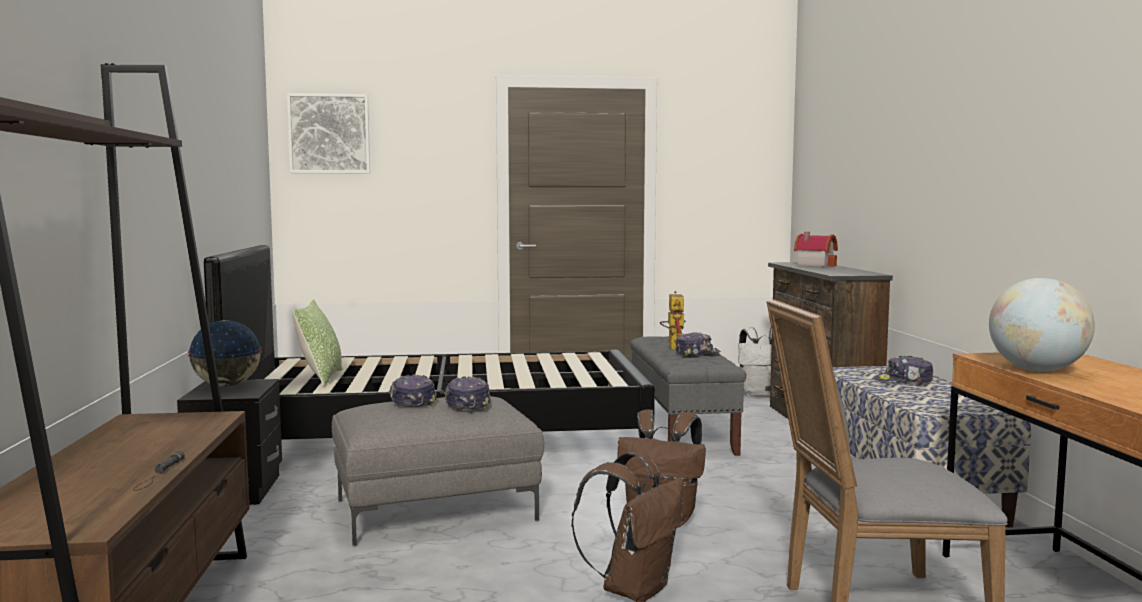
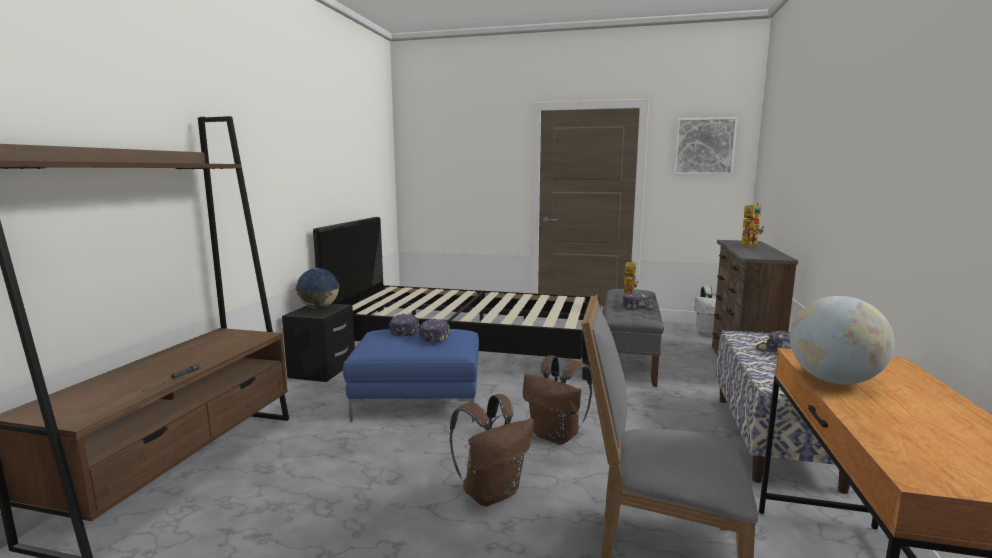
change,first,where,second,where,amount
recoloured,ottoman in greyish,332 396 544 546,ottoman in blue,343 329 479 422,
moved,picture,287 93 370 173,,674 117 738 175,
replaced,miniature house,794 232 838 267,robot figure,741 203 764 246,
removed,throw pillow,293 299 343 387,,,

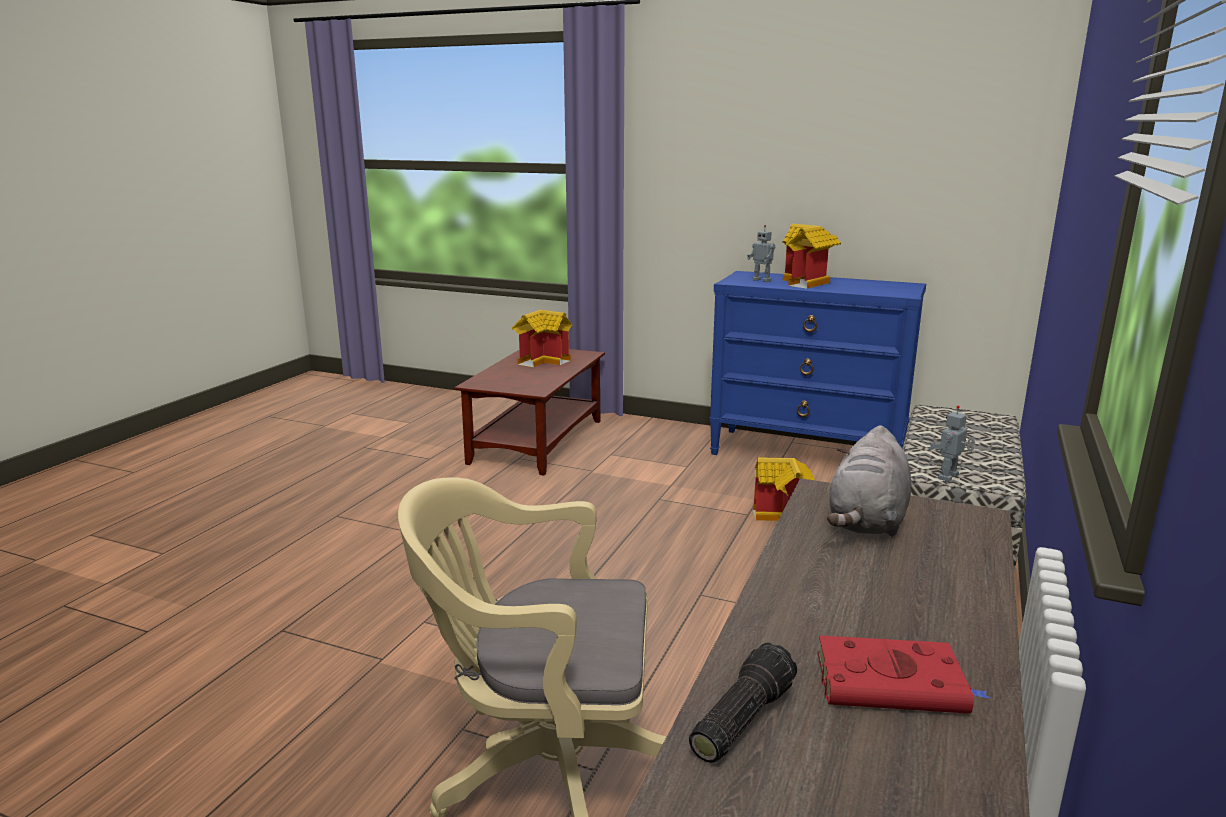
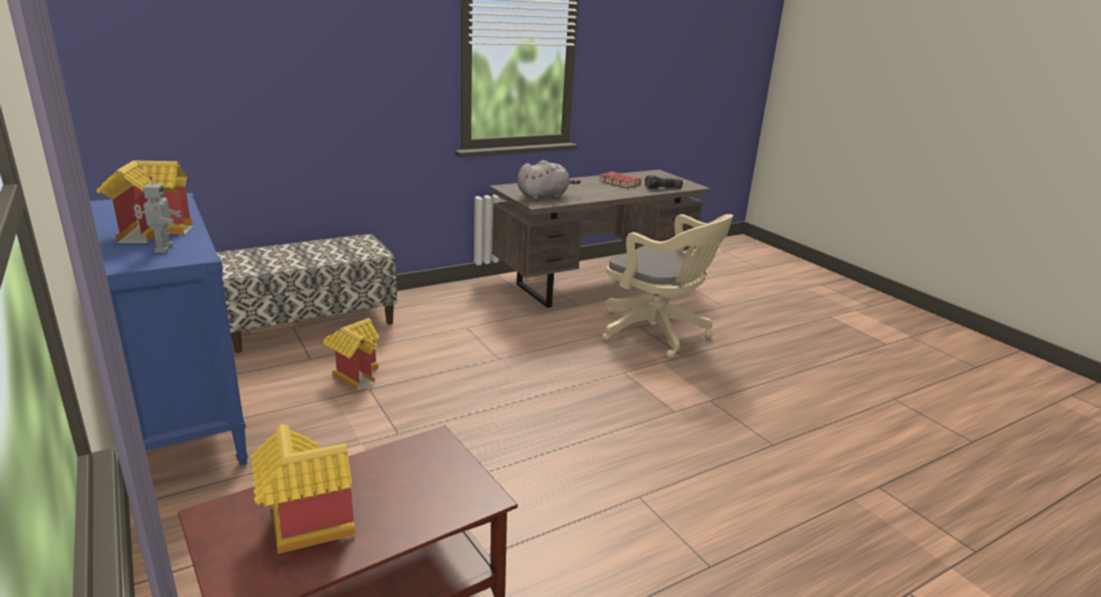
change,first,where,second,where,amount
removed,robot figure,929 406 975 482,,,

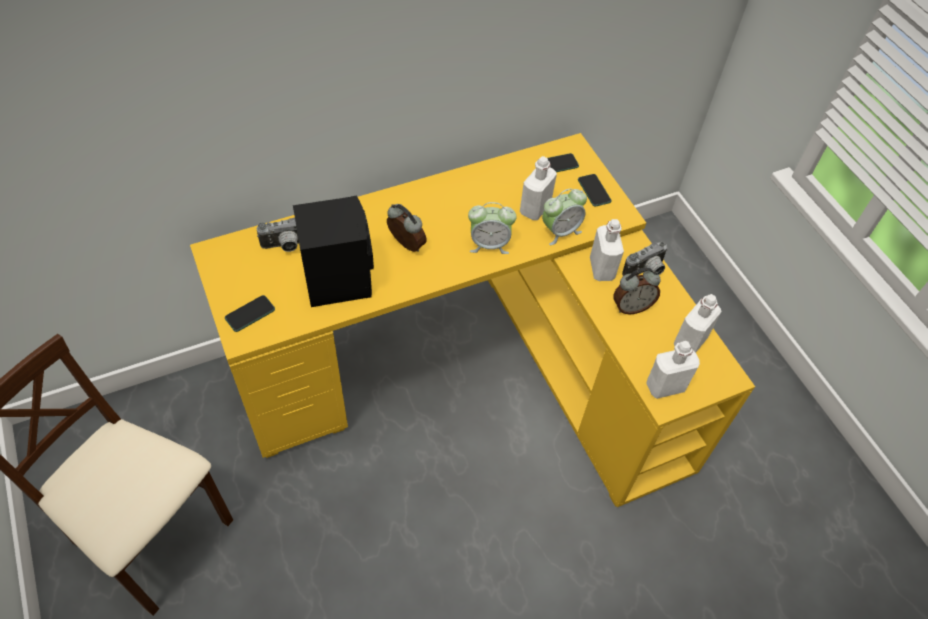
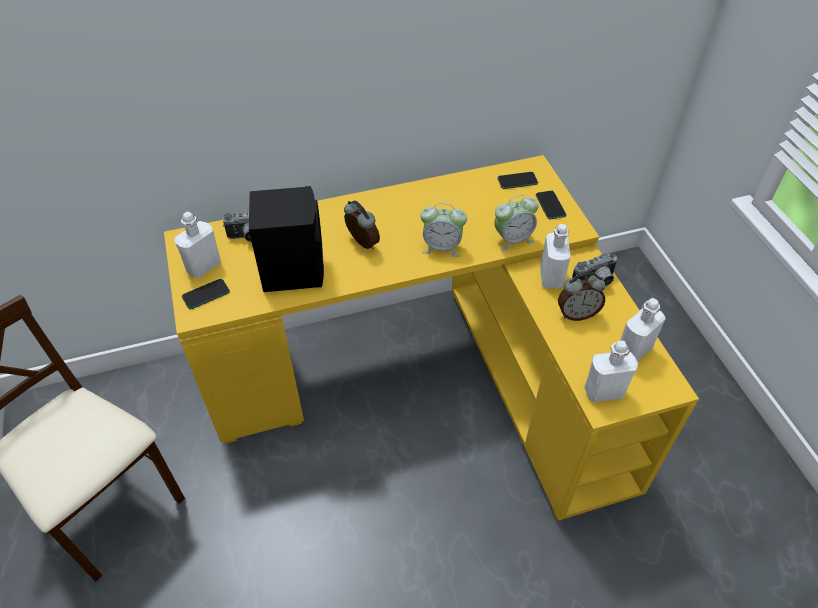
change,first,where,second,where,amount
moved,bottle in whitish,520 156 557 220,,174 211 221 278,

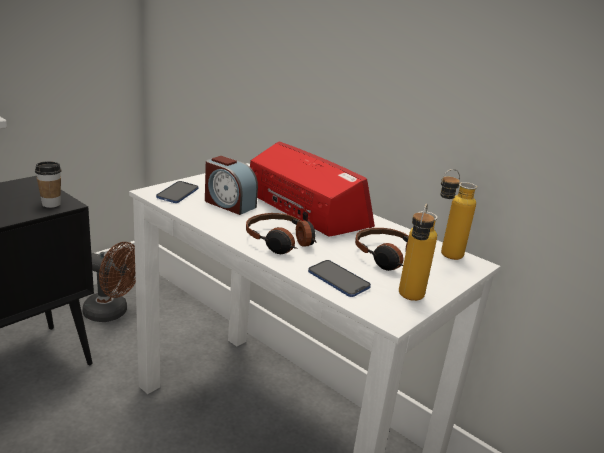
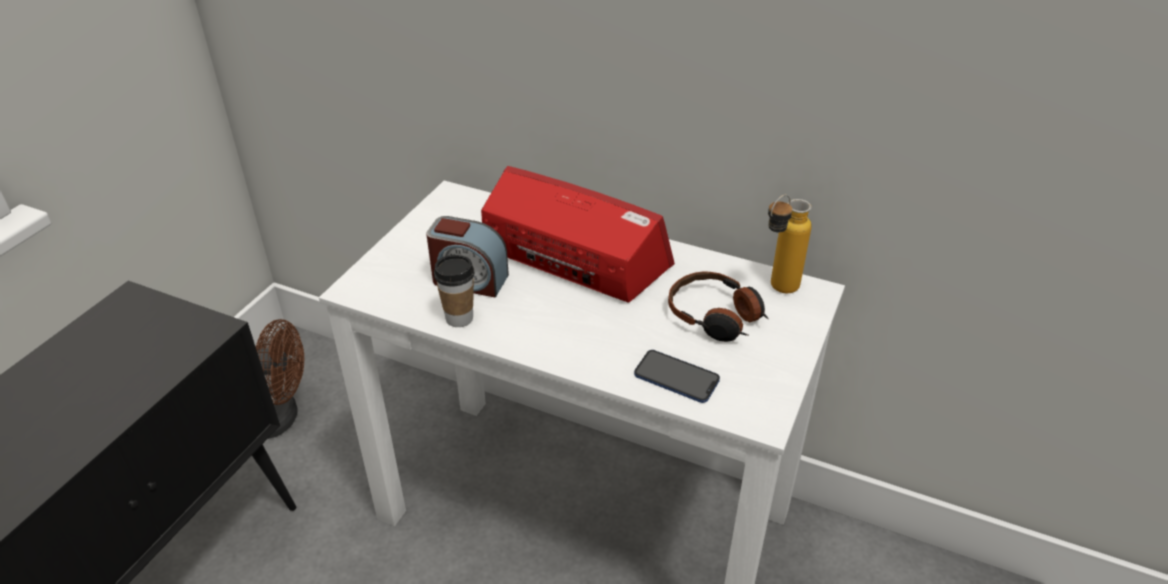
change,first,where,second,where,amount
moved,drinking cup,35 161 62 208,,434 255 475 327,
removed,phone,156 181 199 203,,,
removed,headset,246 213 317 254,,,
removed,bottle,399 204 438 301,,,

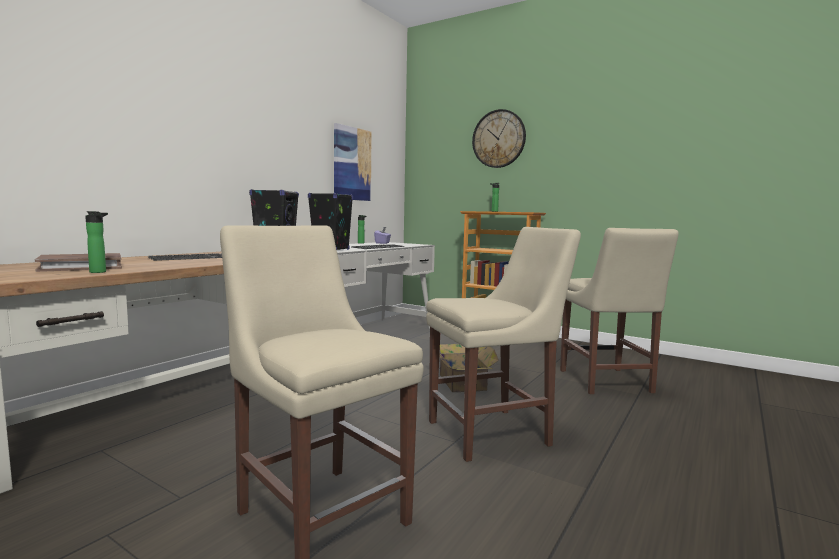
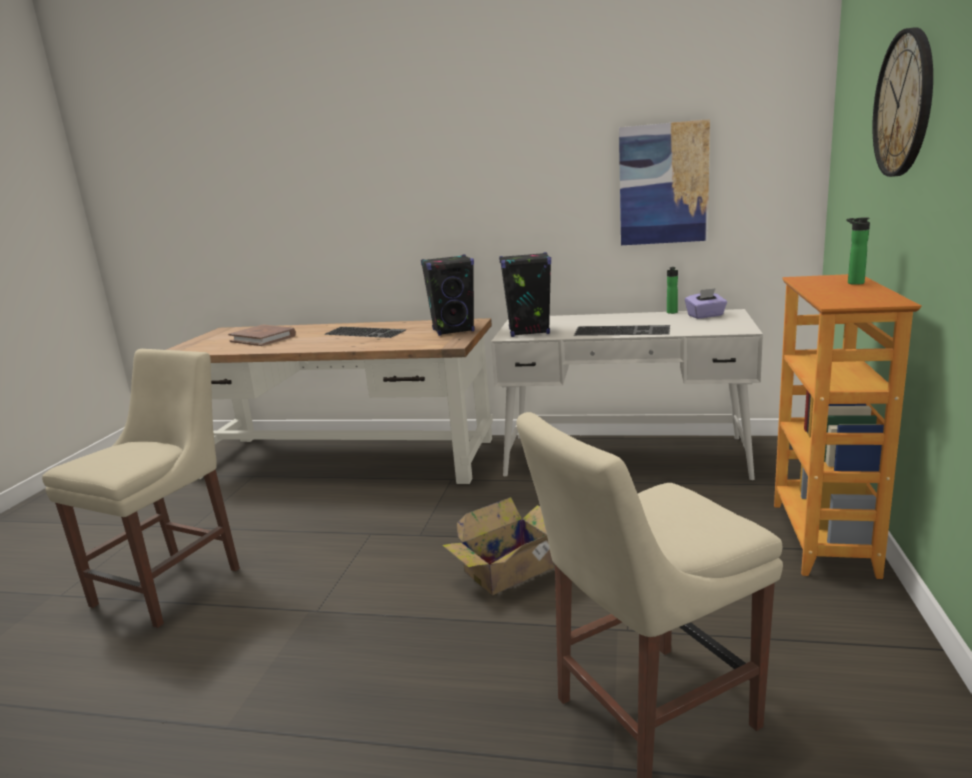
change,first,where,second,where,amount
removed,bottle,85 211 108 273,,,
removed,upright chair in beige-coloured,426 227 581 462,,,

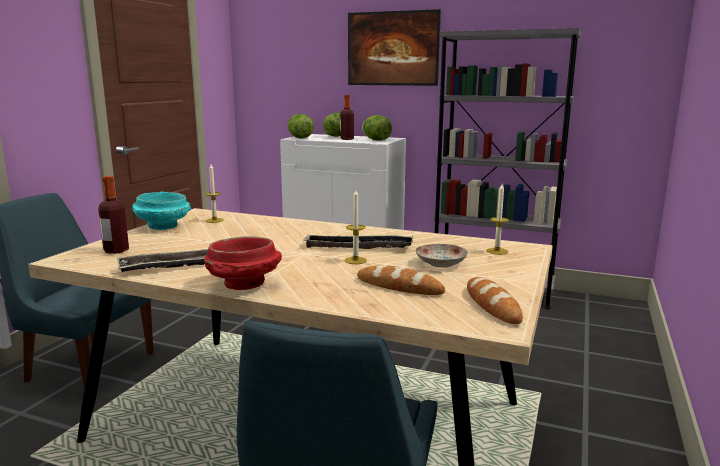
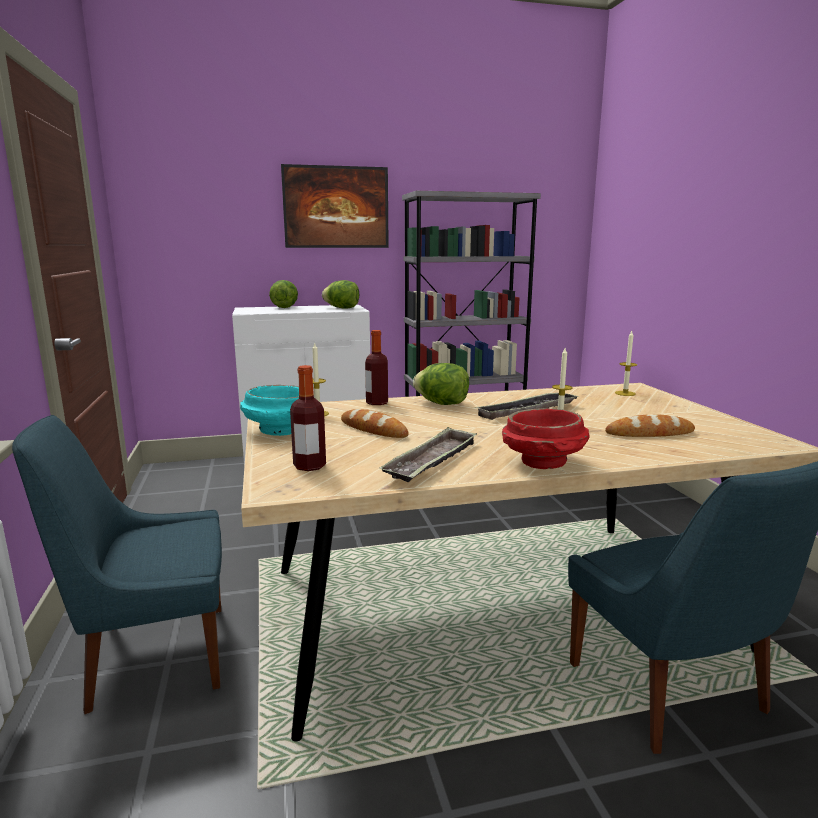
change,first,where,second,where,amount
moved,bakery bread,467 277 523 324,,341 409 409 438,
moved,bottle,340 95 354 140,,365 330 388 405,
moved,lettuce head,288 114 314 139,,413 363 469 405,
removed,plate,416 244 468 268,,,

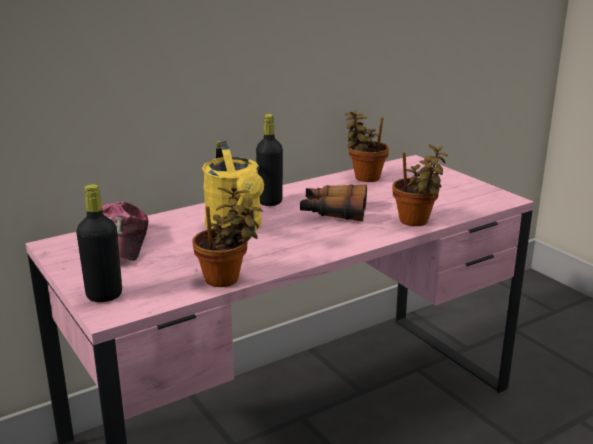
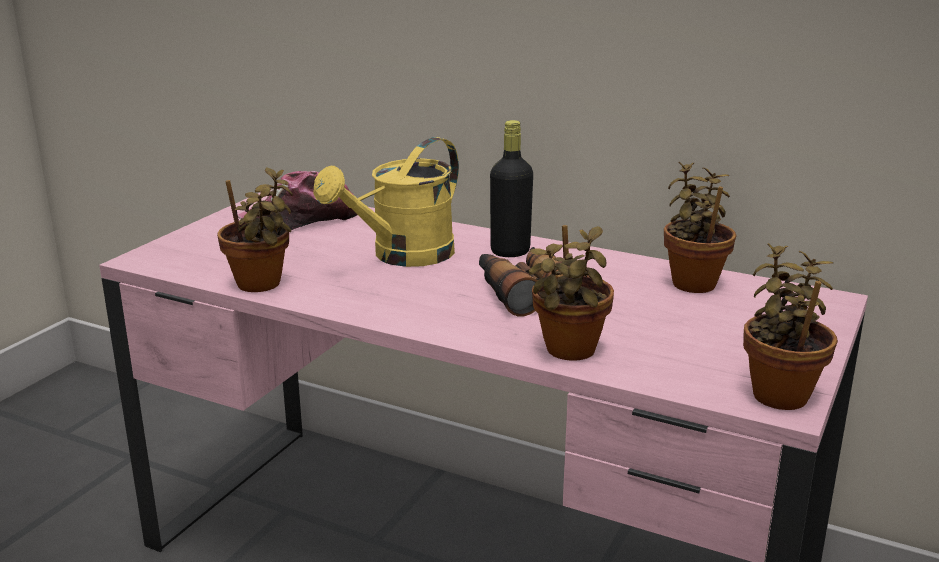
change,first,where,second,where,amount
added,,,houseplant,743 243 838 410,
removed,bottle in black-coloured,76 184 122 302,,,

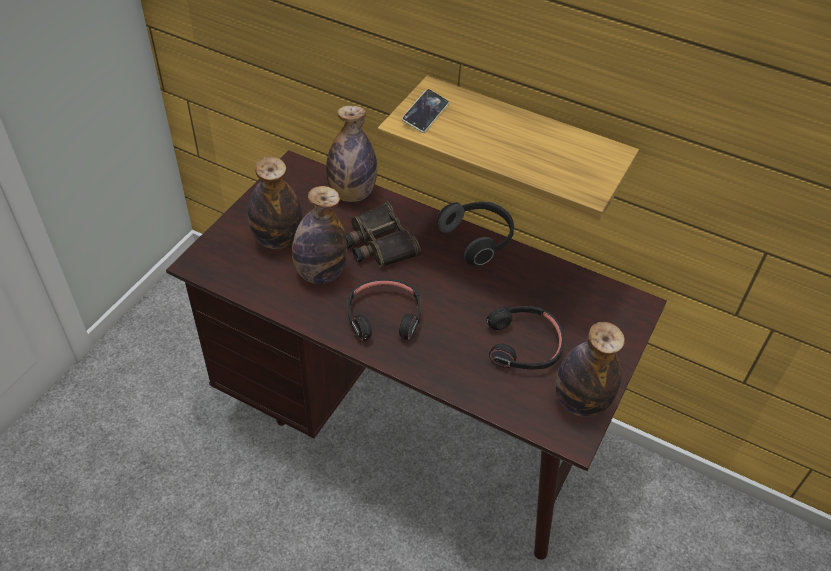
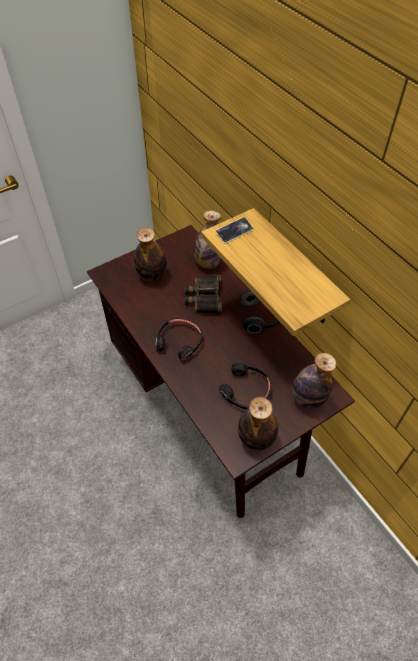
change,first,where,second,where,amount
moved,bottle,292 186 347 284,,292 353 336 409,

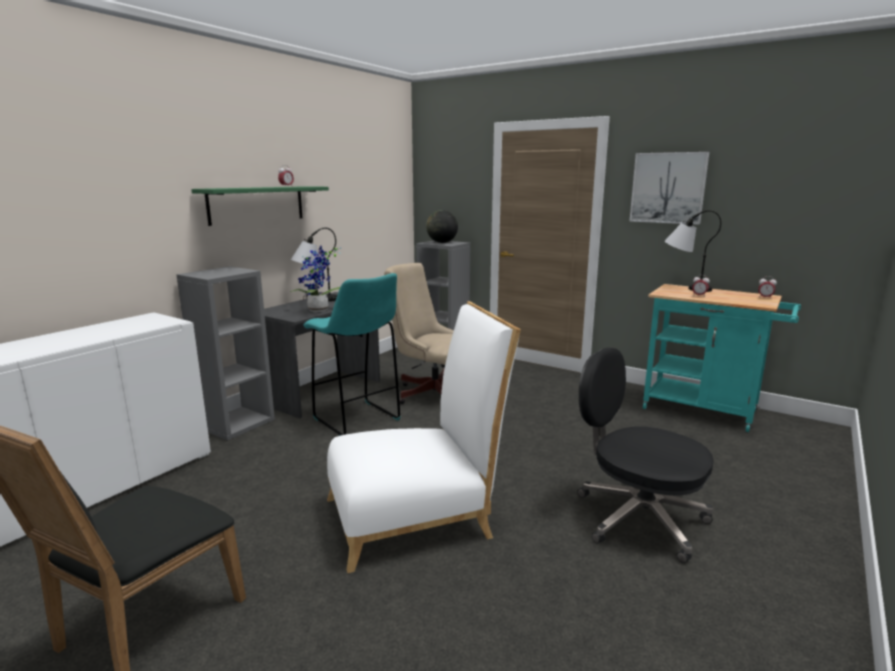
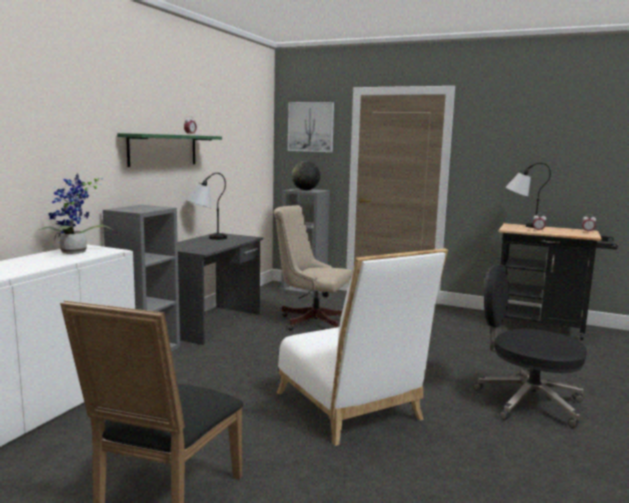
change,first,where,second,where,amount
moved,houseplant,290 246 341 312,,37 173 111 254,
turned,upright chair in whitish,327 301 521 573,,277 248 448 446,90 degrees clockwise
moved,picture,630 152 709 225,,288 102 334 152,
recoloured,cart in blue-green,643 284 801 432,cart in black-coloured,498 223 618 341,
removed,stool seat in blue-green,303 273 400 436,,,

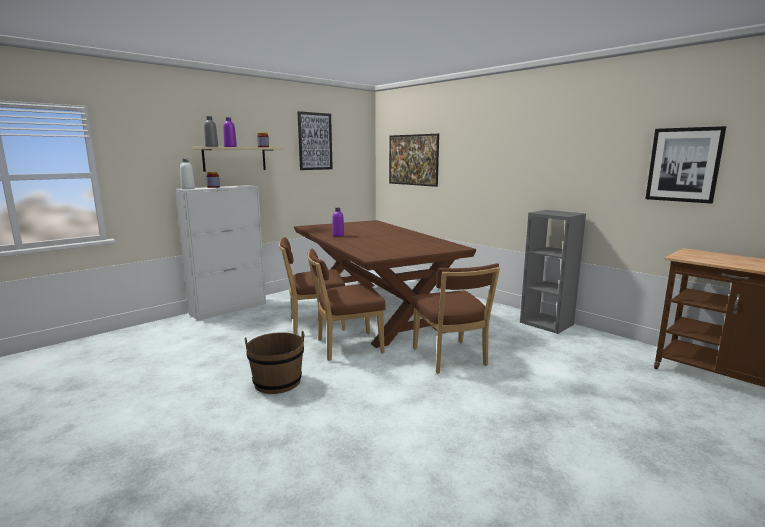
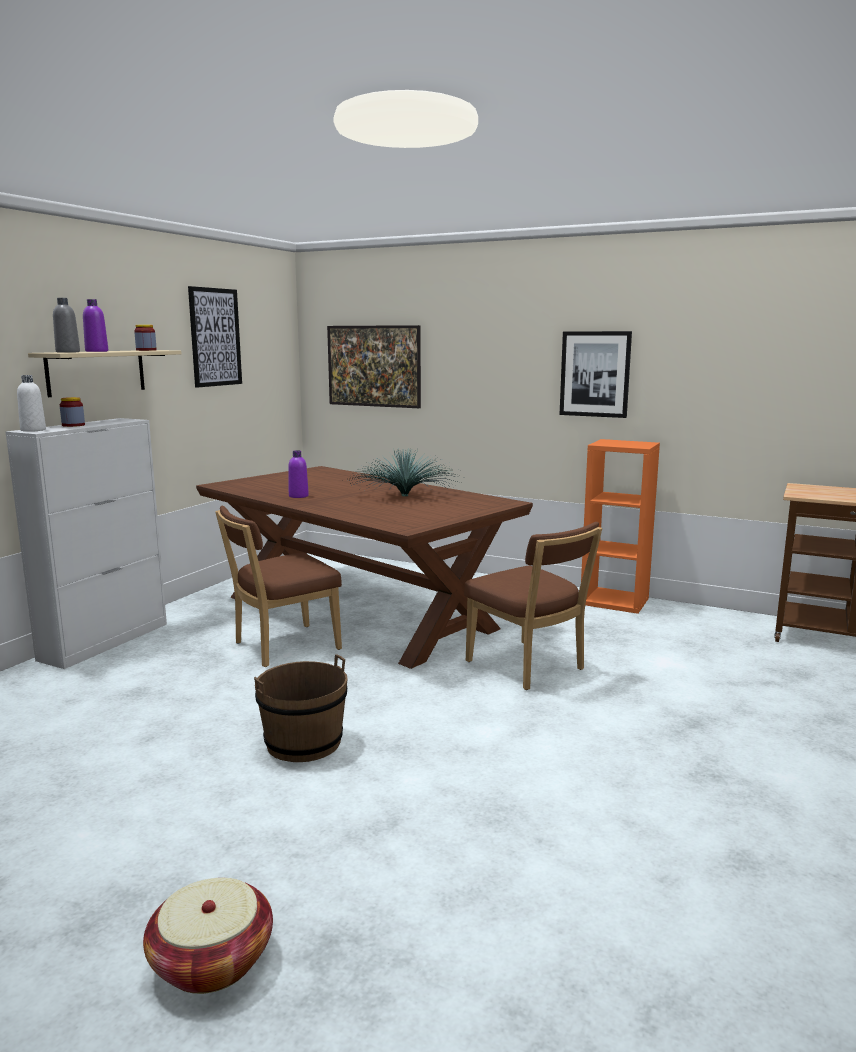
change,first,where,second,where,amount
added,,,storage basket,143 878 273 994,
added,,,houseplant,347 448 463 496,
moved,picture,646 126 726 204,,559 331 632 418,
recoloured,bookcase in greyish,520 210 586 334,bookcase in orange-coloured,581 439 660 614,
removed,upright chair in brown,307 249 386 361,,,

